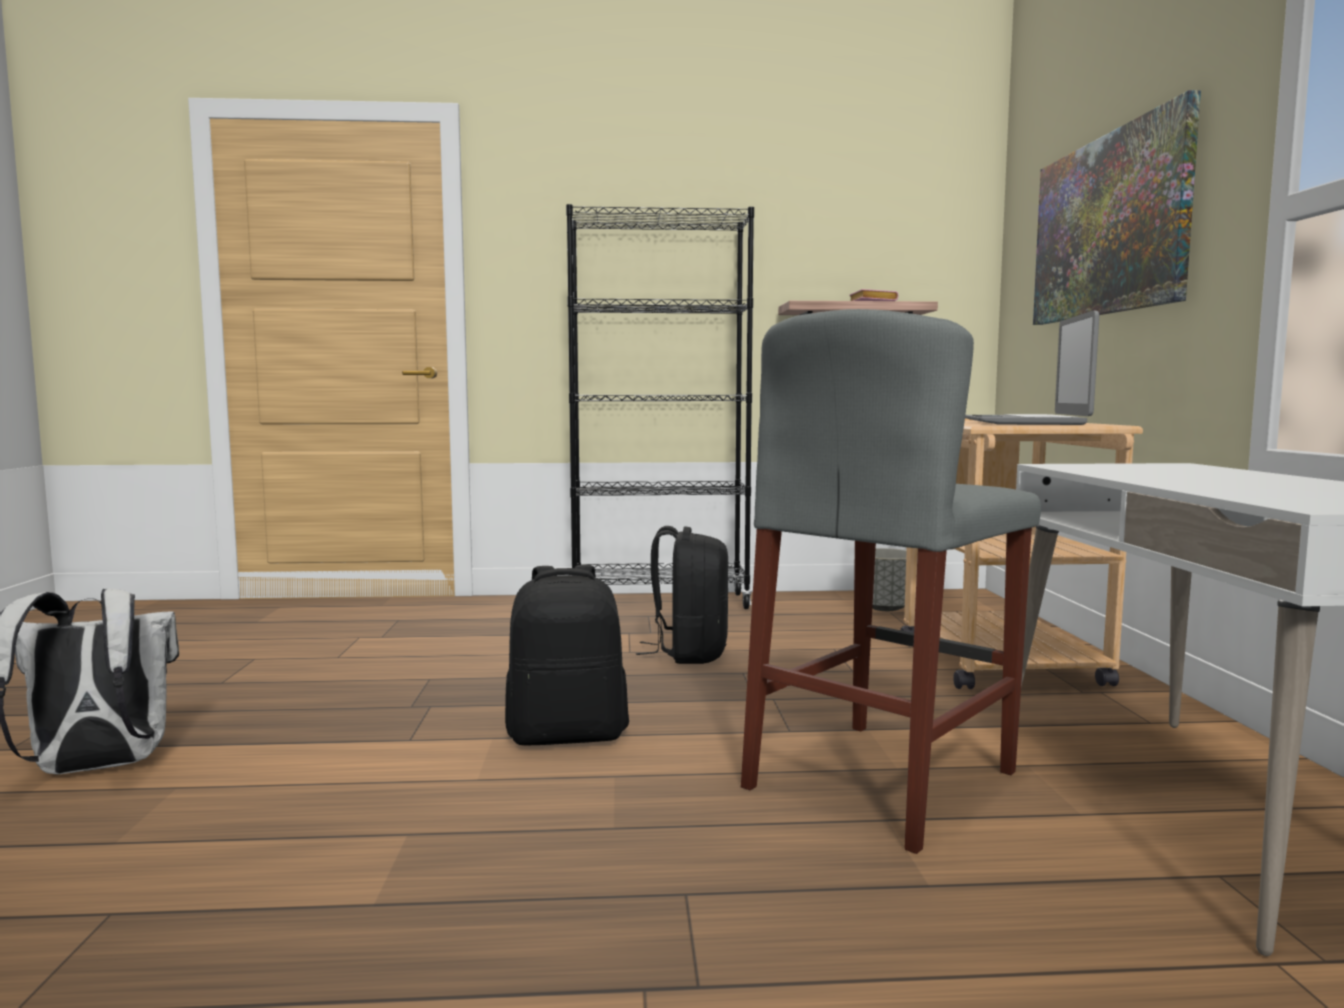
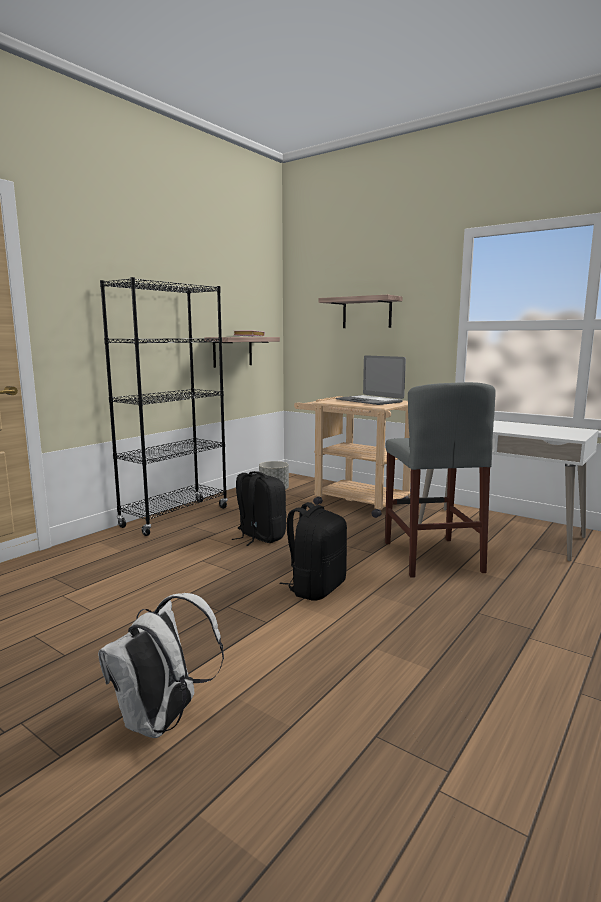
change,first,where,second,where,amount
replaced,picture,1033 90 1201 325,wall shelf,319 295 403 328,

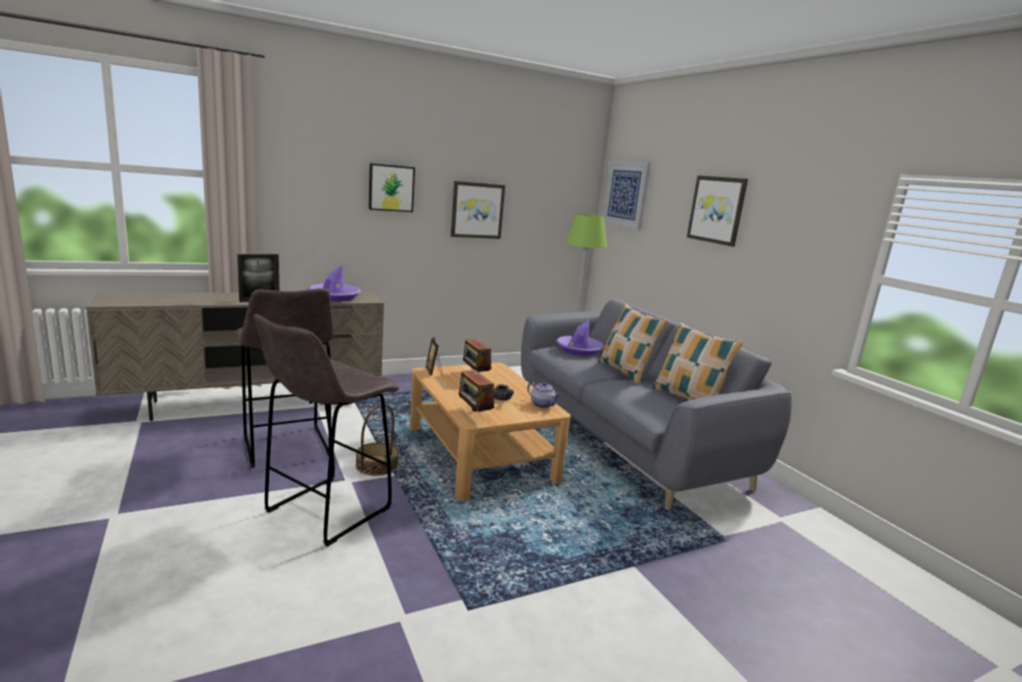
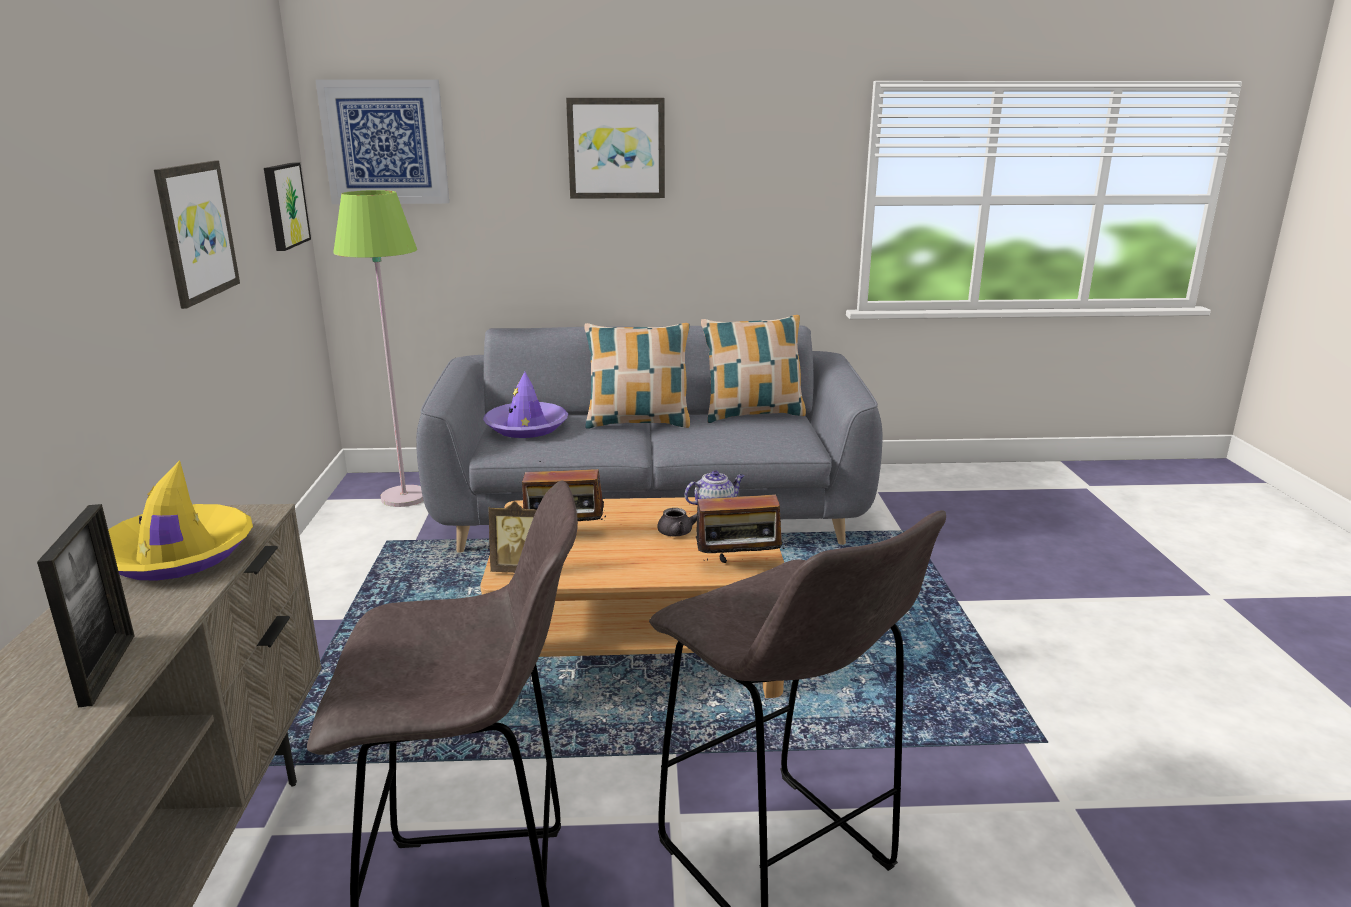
change,first,where,second,where,amount
recoloured,wearable hat in purple-coloured,308 265 361 301,wearable hat in yellow-coloured,108 460 253 581,
moved,picture,369 163 415 212,,264 163 311 251,
removed,storage basket,356 404 399 476,,,

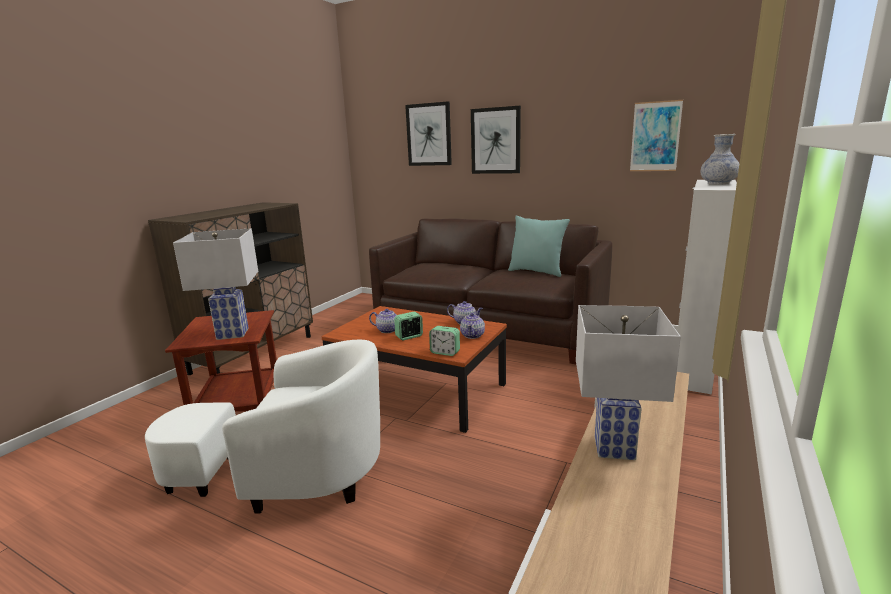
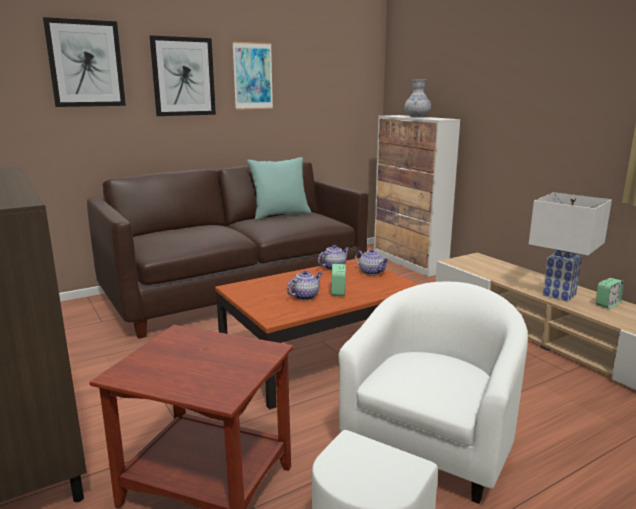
change,first,where,second,where,amount
moved,picture,630 100 683 171,,232 42 273 110,
moved,alarm clock,429 326 460 356,,596 278 624 309,
removed,lamp for a table in whitish,173 228 258 340,,,

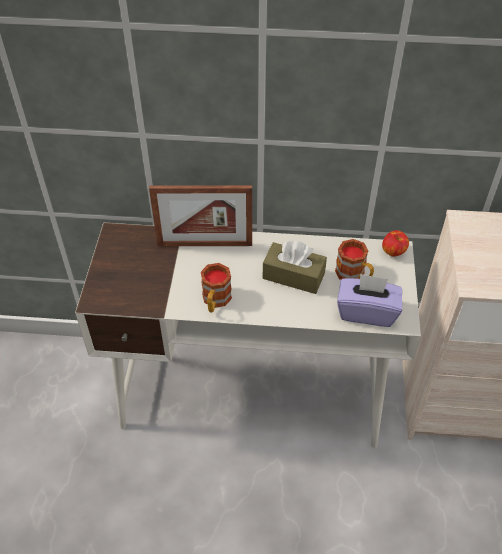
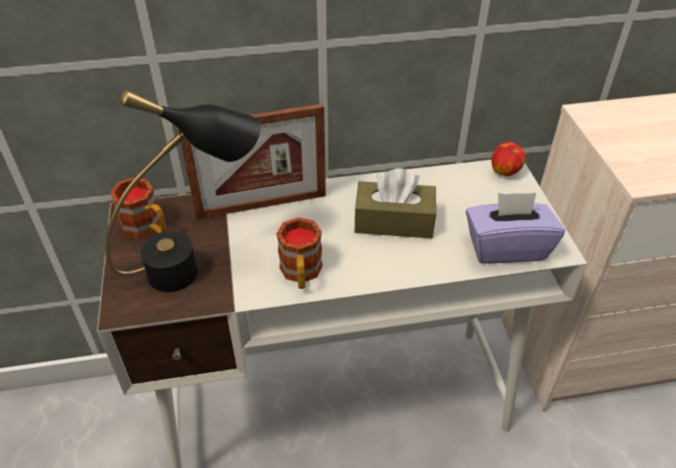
change,first,where,second,where,amount
added,,,lamp for a table in black-coloured,105 90 261 292,
moved,coffee mug,335 239 374 280,,110 177 166 239,

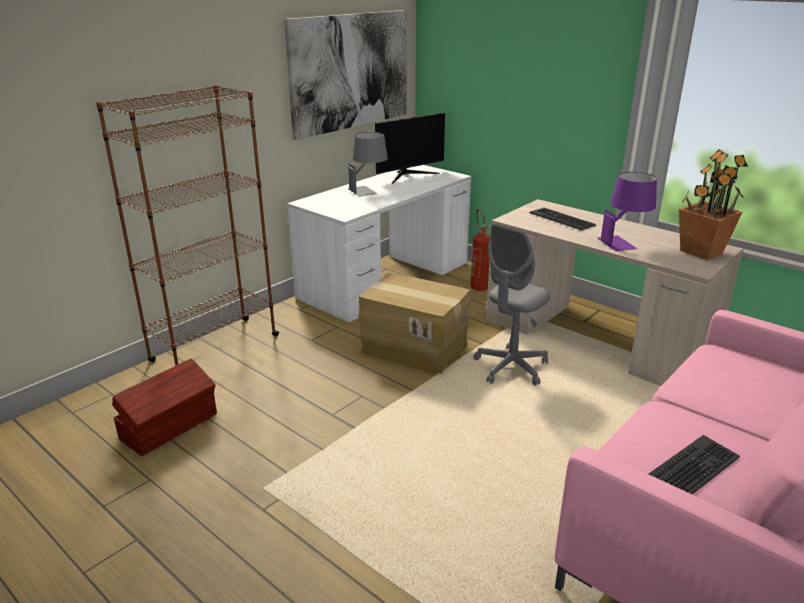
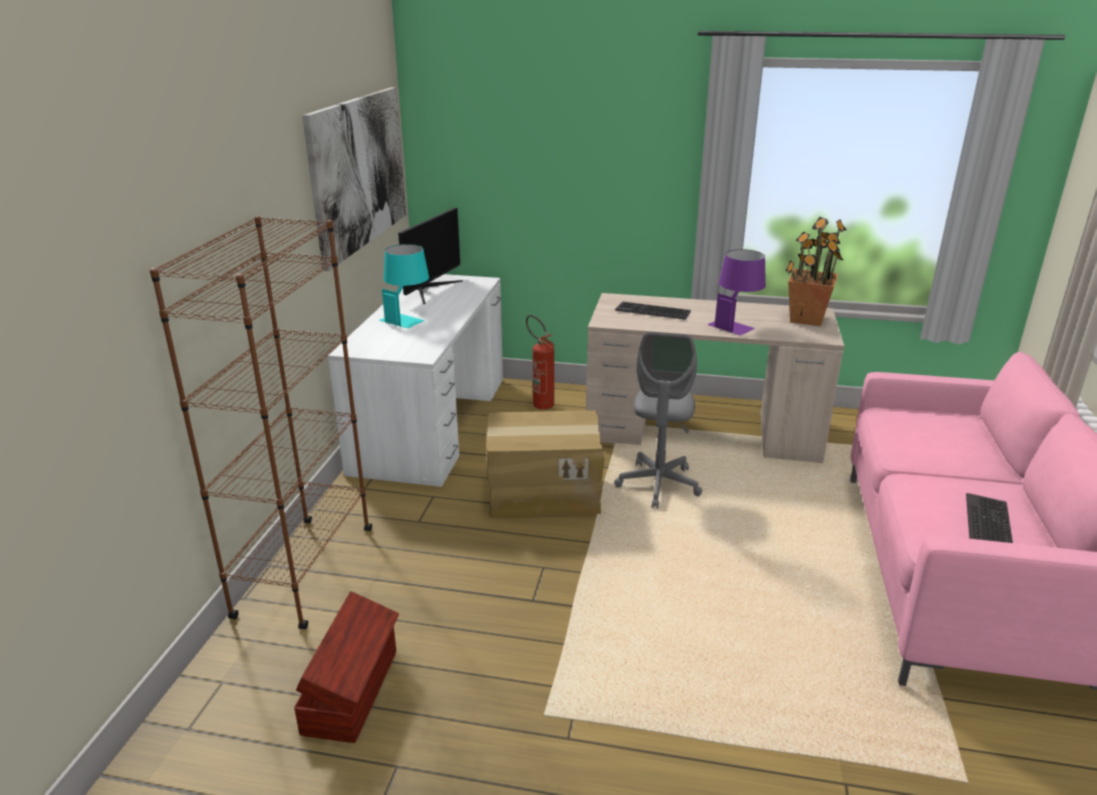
change,first,where,second,where,amount
recoloured,lamp for a table in greyish,348 132 388 197,lamp for a table in blue-green,379 244 429 328,

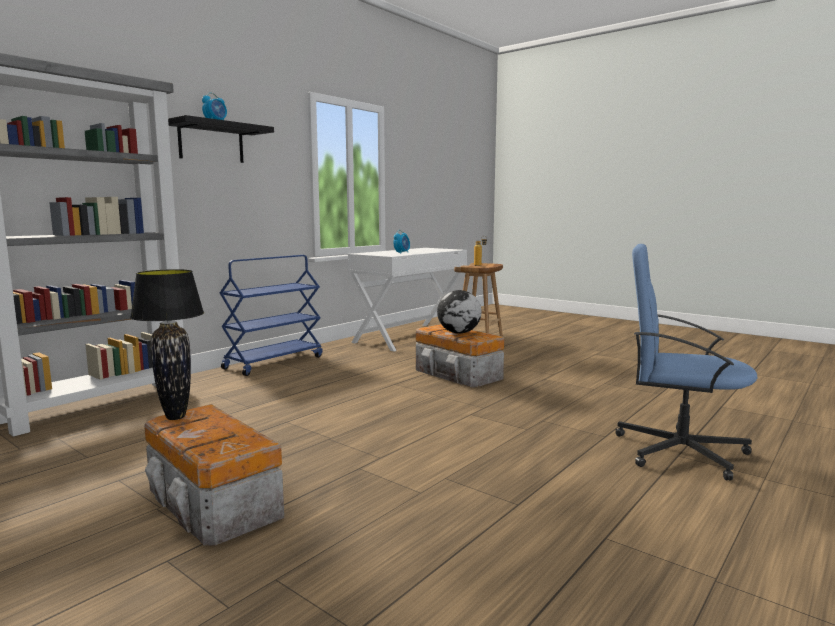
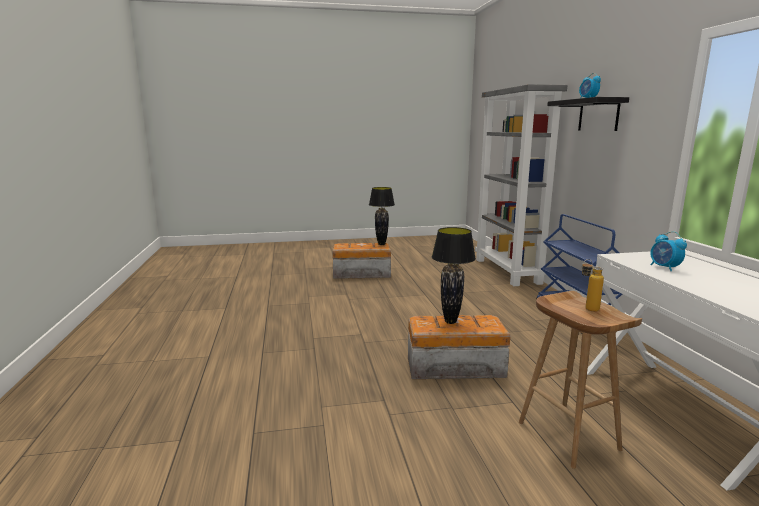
change,first,where,second,where,amount
replaced,desk globe,437 290 482 334,lamp for a table in black-coloured,432 227 476 324,
removed,office chair in blue,616 244 757 481,,,

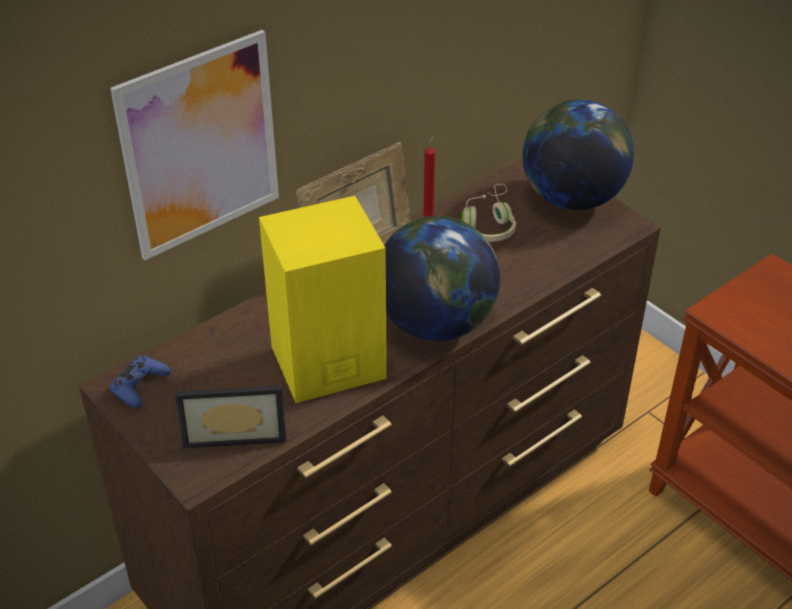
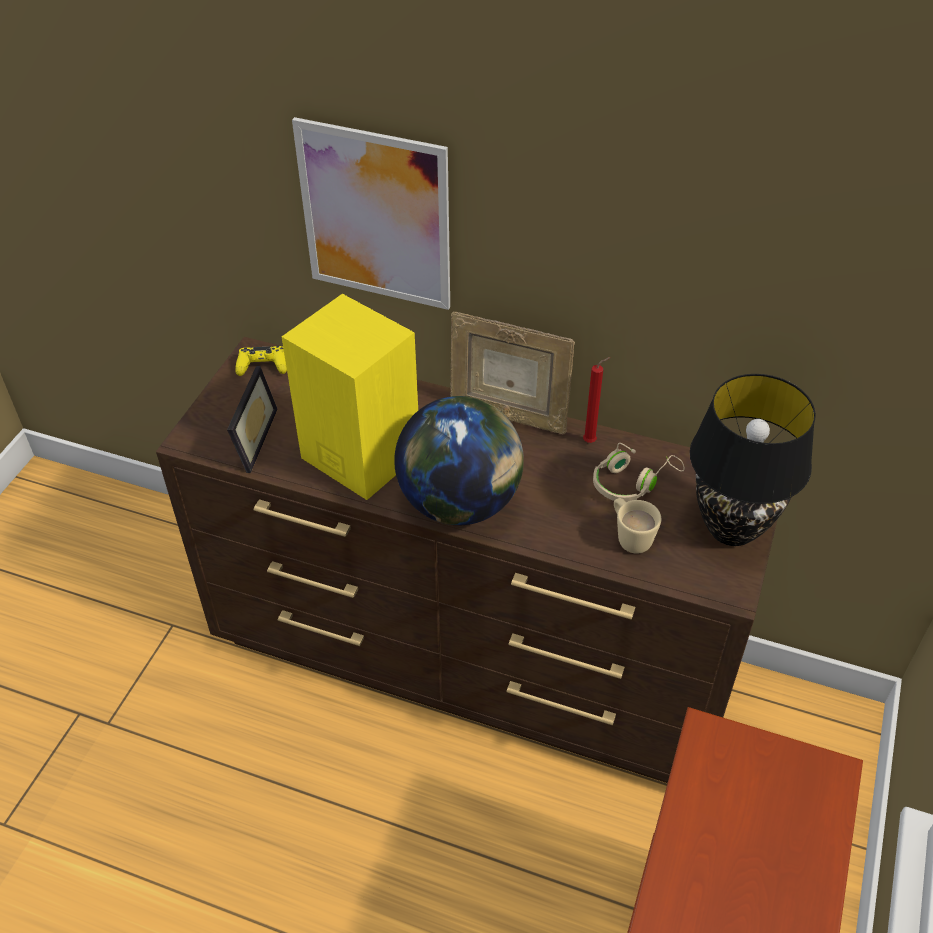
change,first,where,second,where,amount
turned,picture frame,175 385 286 449,,227 366 278 473,135 degrees counterclockwise
recoloured,joypad in blue,109 355 171 408,joypad in yellow-coloured,235 346 287 376,
added,,,coffee mug in beige-coloured,614 498 661 554,
replaced,desk globe,522 99 634 210,lamp for a table in black-coloured,690 374 816 546,

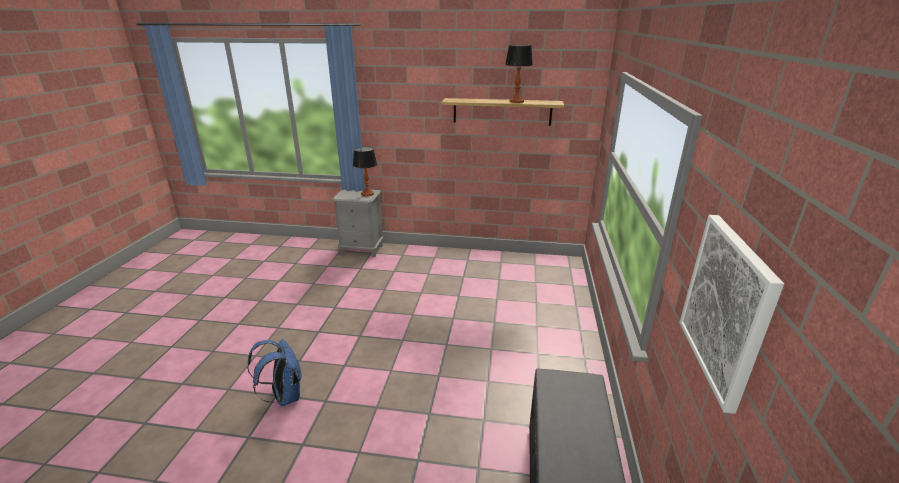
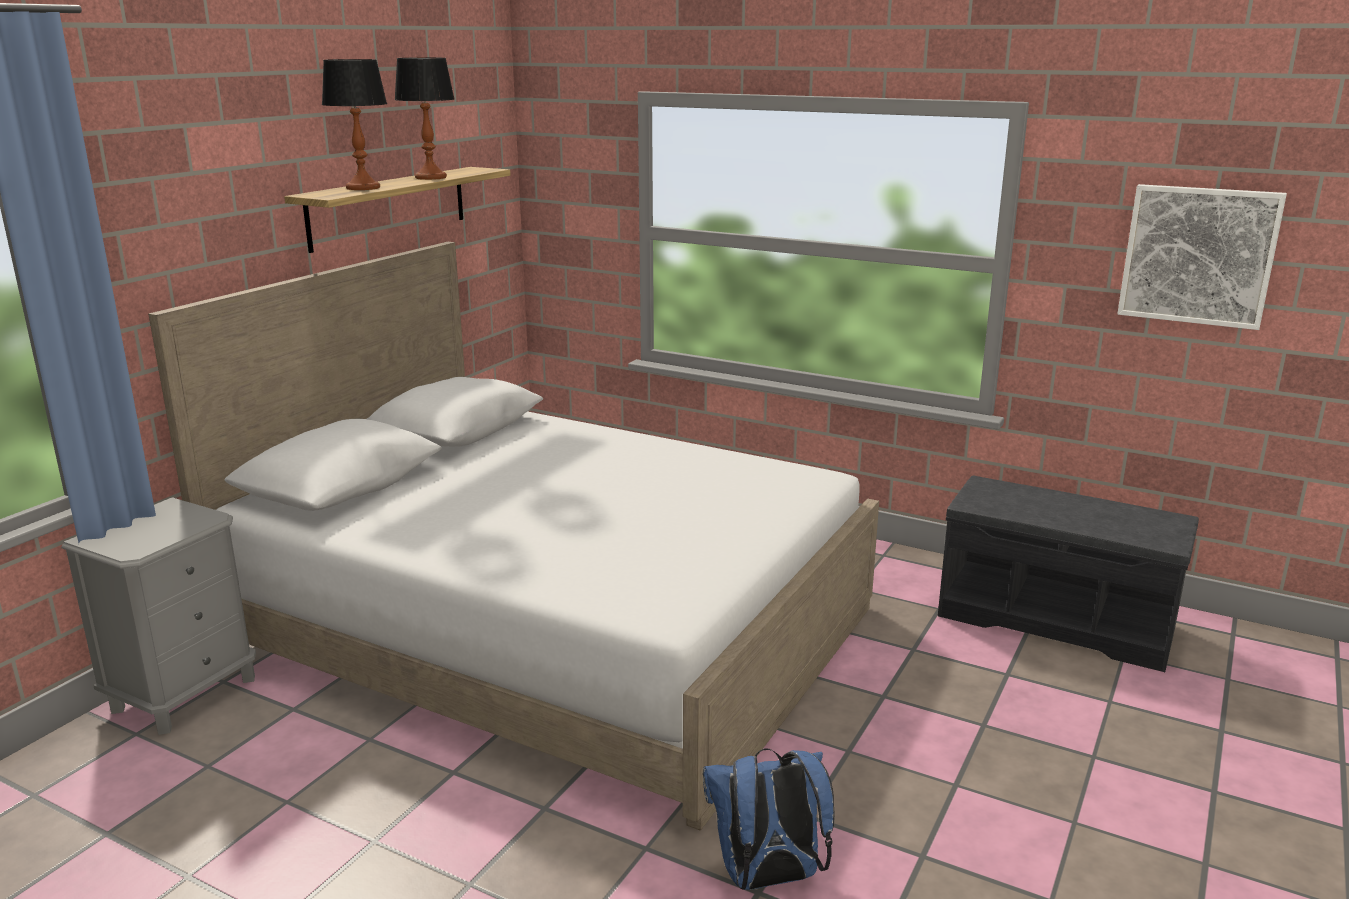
change,first,where,second,where,amount
added,,,bed in whitish,148 242 879 831,
moved,lamp for a table,353 146 377 196,,322 59 387 190,

